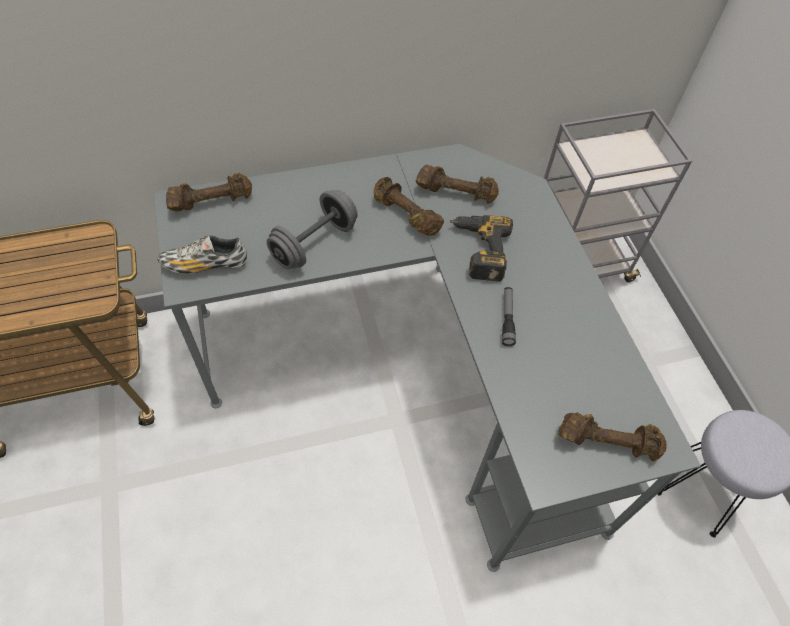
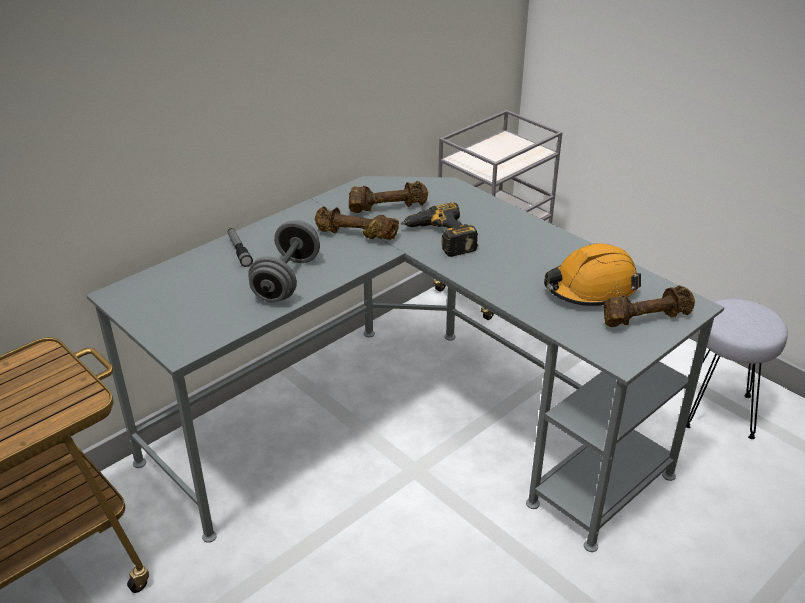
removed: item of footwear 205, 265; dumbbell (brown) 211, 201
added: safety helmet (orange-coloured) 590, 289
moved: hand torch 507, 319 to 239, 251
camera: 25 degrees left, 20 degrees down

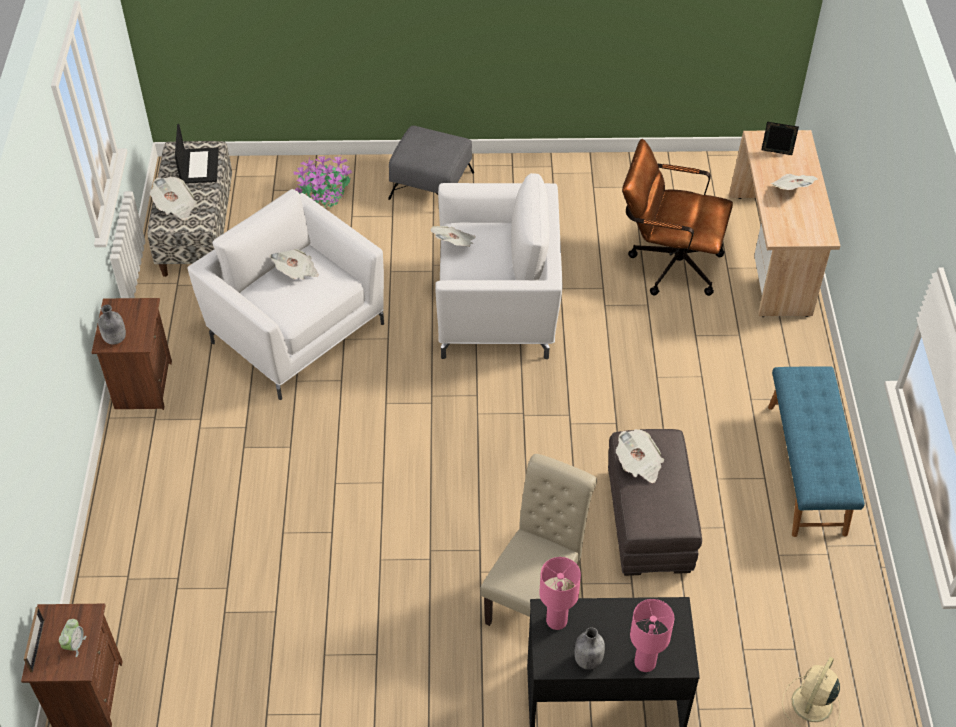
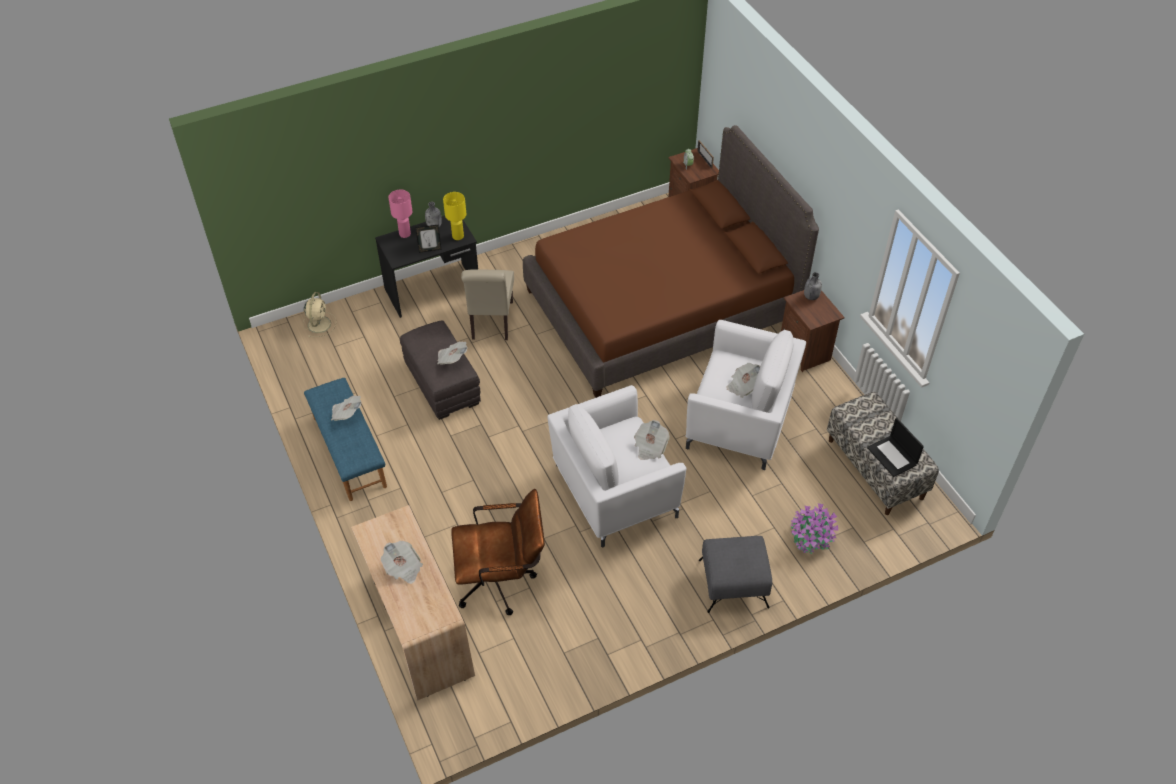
added: bedroom bed (brown) 661, 306
moved: daily paper 175, 207 to 346, 414; photo frame 776, 154 to 430, 249
recoloured: table lamp (pinkish) 557, 621 to table lamp (yellow) 457, 236
camera: 155 degrees right, 0 degrees up

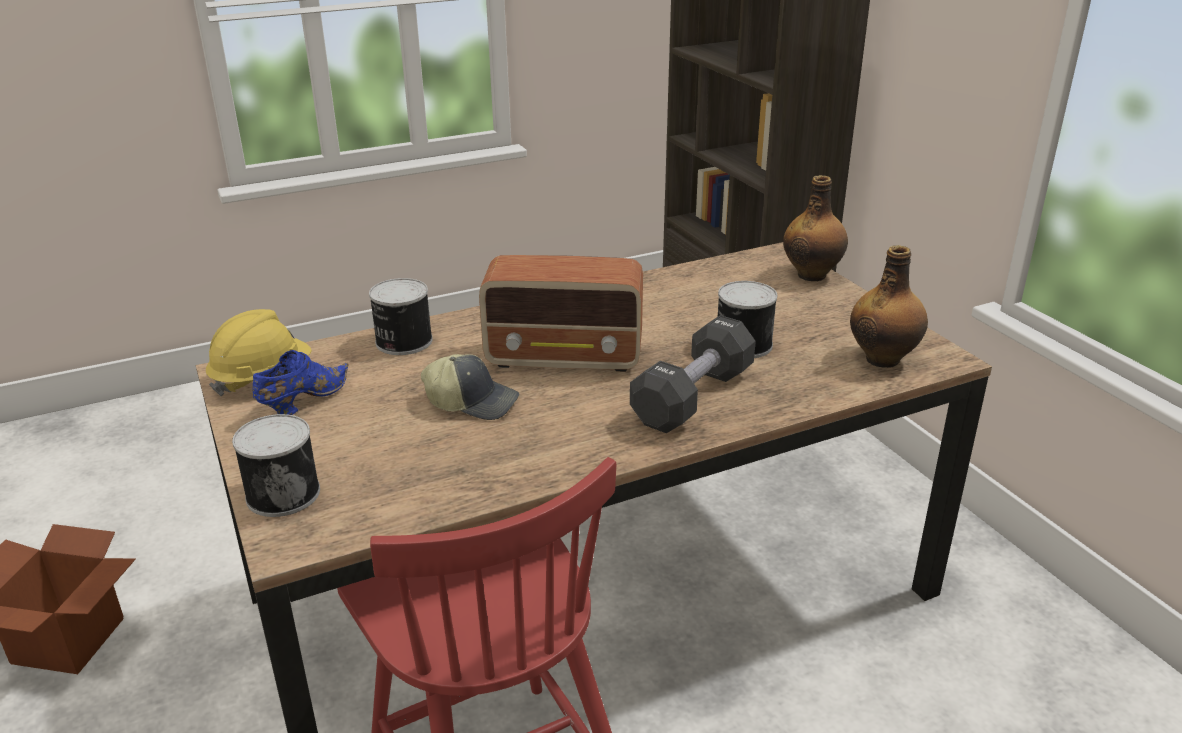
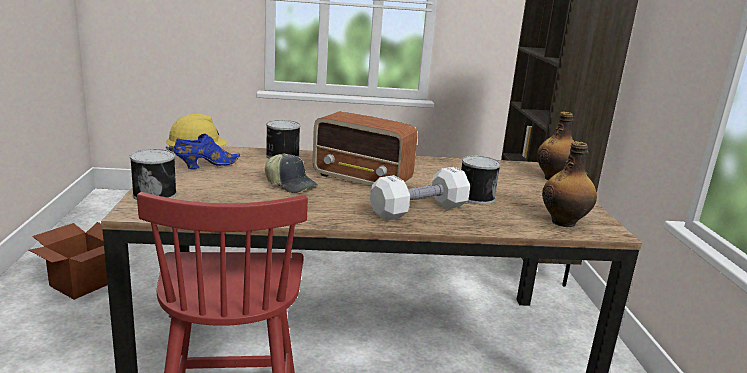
recoloured: dumbbell (black) 693, 397 to dumbbell (whitish) 419, 210
camera: 20 degrees right, 10 degrees down

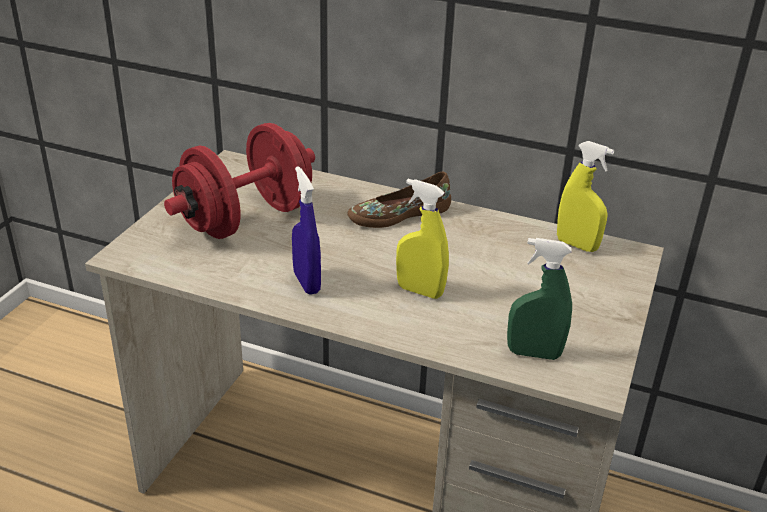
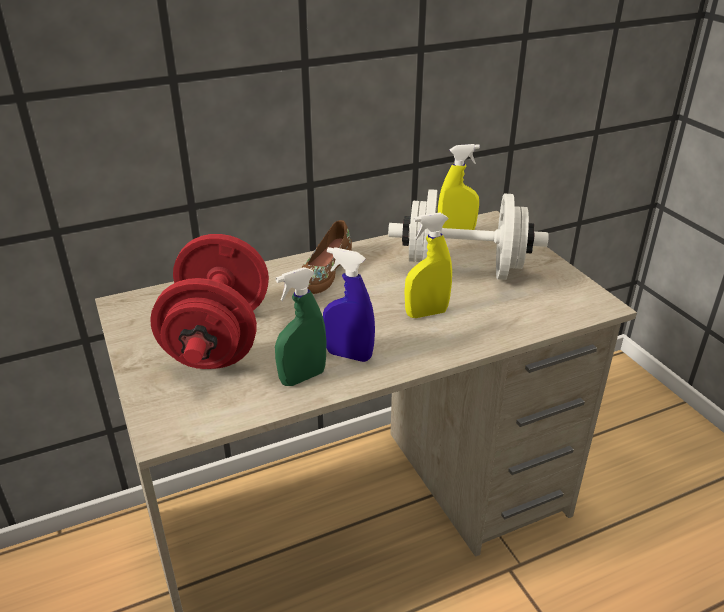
added: dumbbell (whitish) 463, 271
moved: sprayer (greenish) 533, 353 to 302, 377
camera: 45 degrees left, 0 degrees up

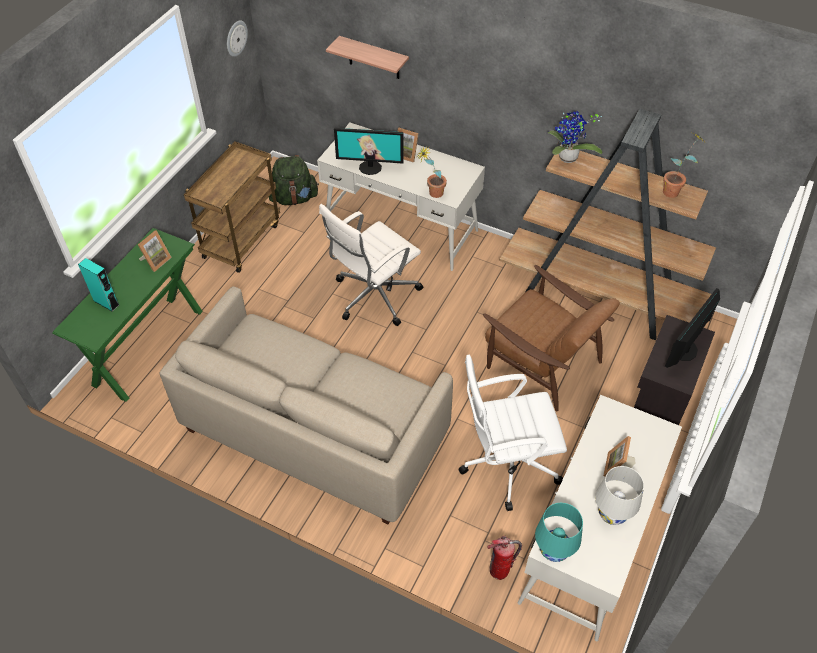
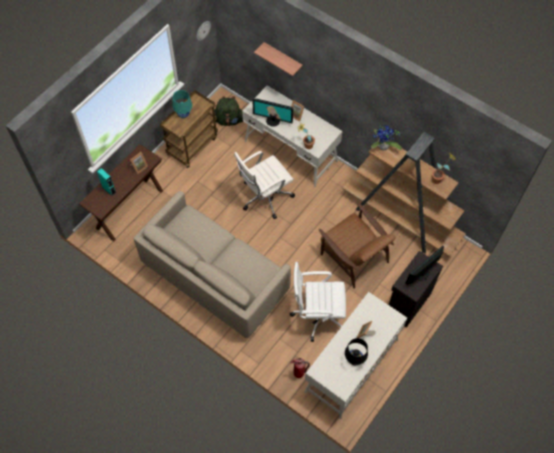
moved: table lamp (blue-green) 553, 550 to 183, 114
recoloured: hall table (greenish) 149, 347 to hall table (brown) 129, 209; table lamp (whitish) 612, 514 to table lamp (black) 354, 359
camera: 10 degrees right, 10 degrees up

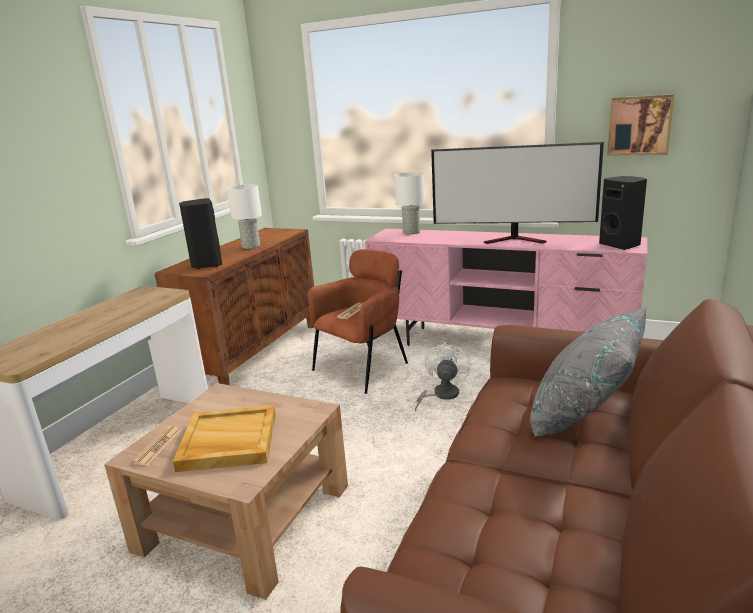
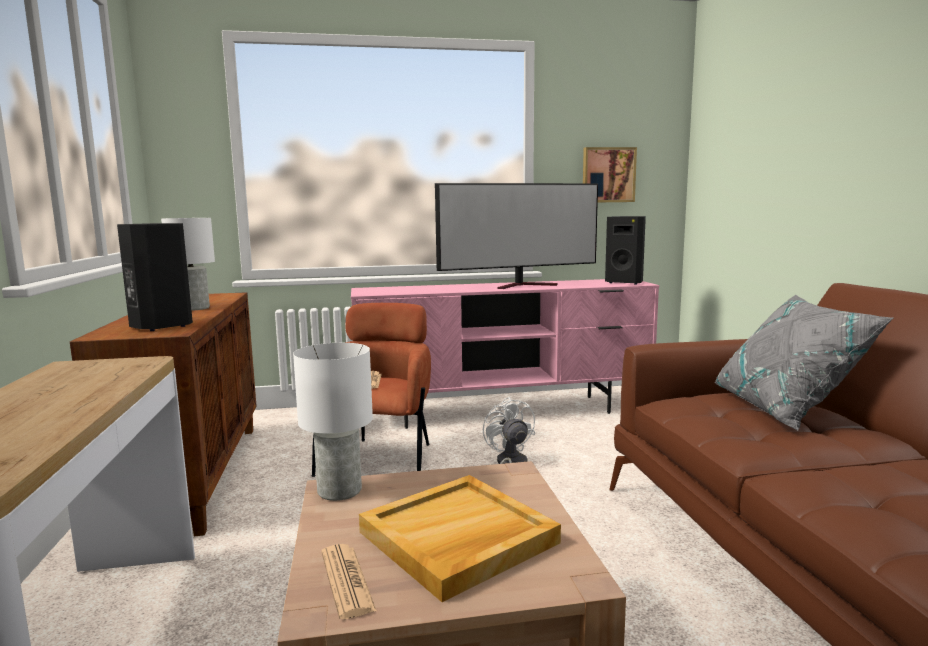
moved: table lamp (whitish) 411, 232 to 338, 491
camera: 35 degrees left, 10 degrees down

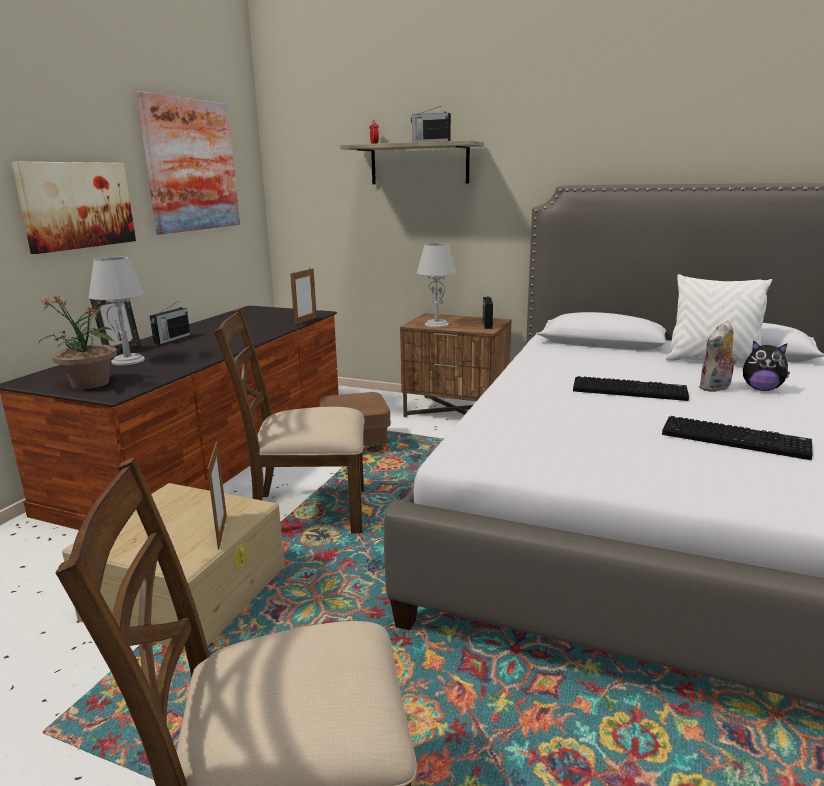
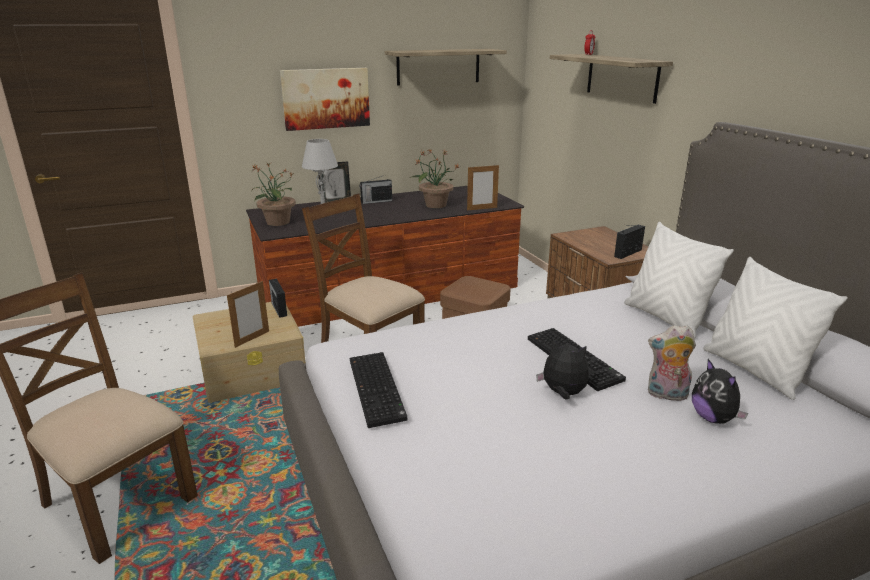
removed: table lamp (greyish) 437, 324
added: plant in a pot 435, 205; plush toy 563, 394; pillow (whitish) 665, 318
moved: radio set 430, 141 to 279, 309; keyboard 736, 439 to 378, 389
replaced: picture 191, 165 to bracket shelf 438, 66
camera: 45 degrees right, 5 degrees up

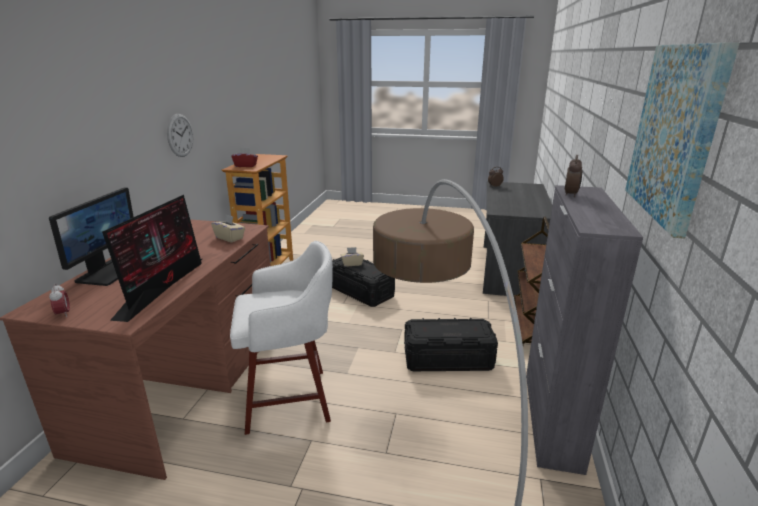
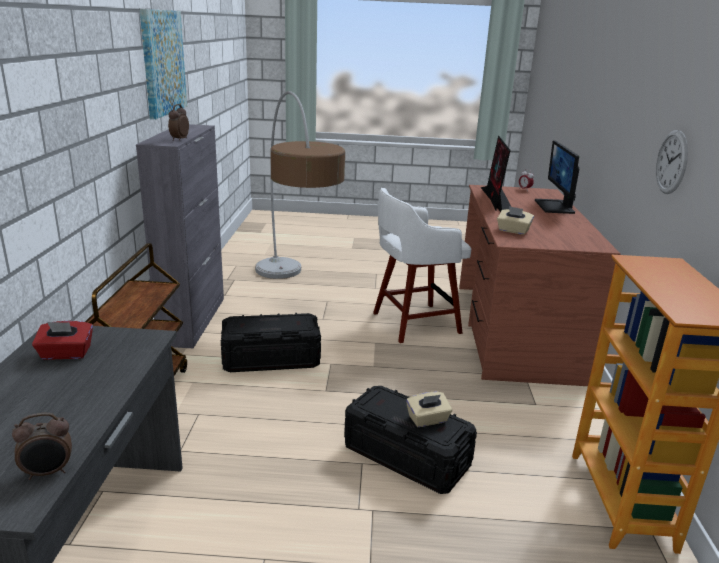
moved: tissue box (reddish) 246, 166 to 66, 354
camera: 170 degrees right, 0 degrees up

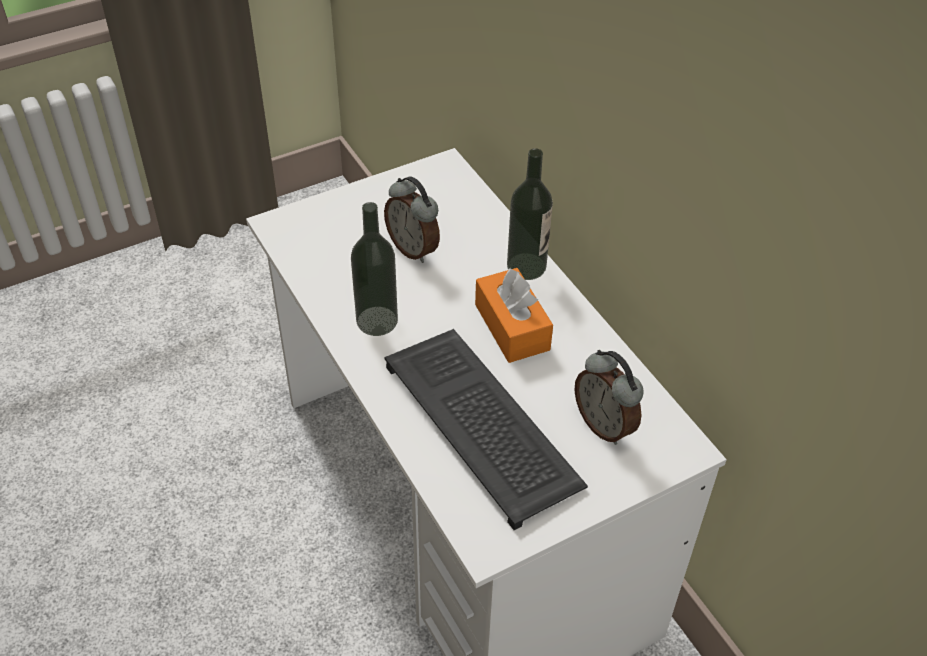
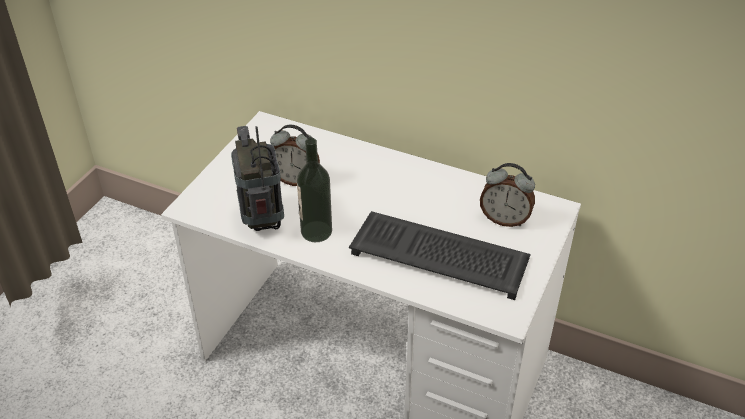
removed: tissue box (orange-coloured) 512, 327; beverage bottle 526, 266
added: radio set 262, 221
camera: 35 degrees left, 5 degrees down

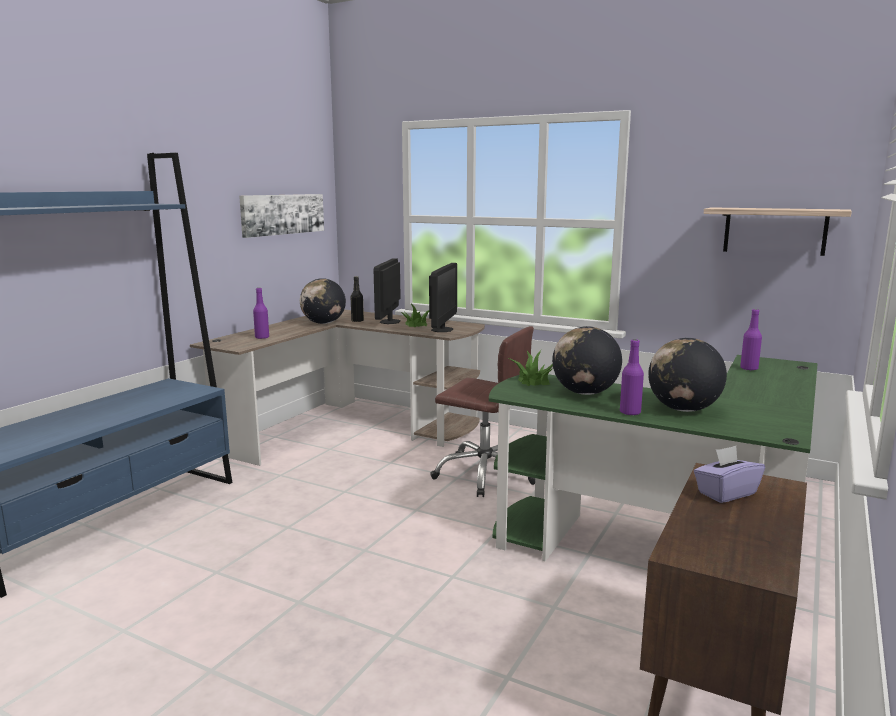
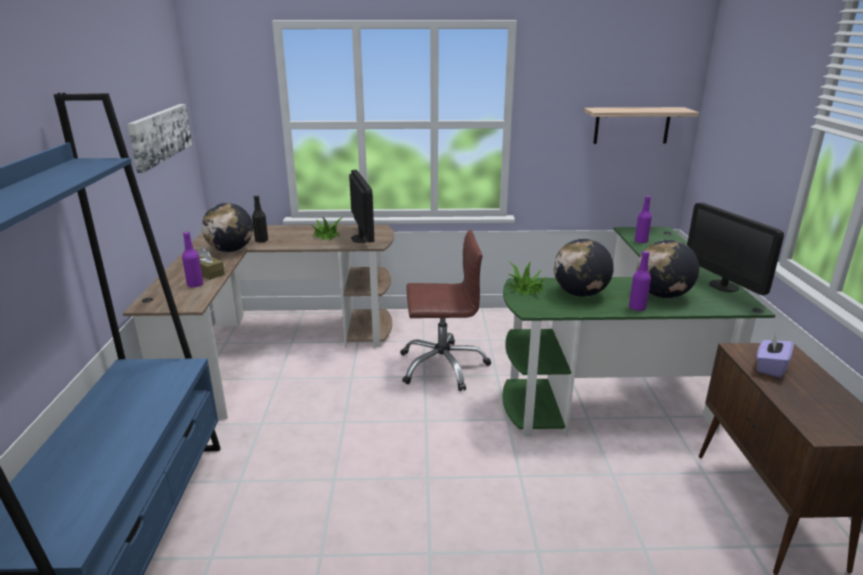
added: tissue box (brown) 208, 273
moved: computer display 390, 321 to 723, 286
camera: 30 degrees left, 10 degrees up

